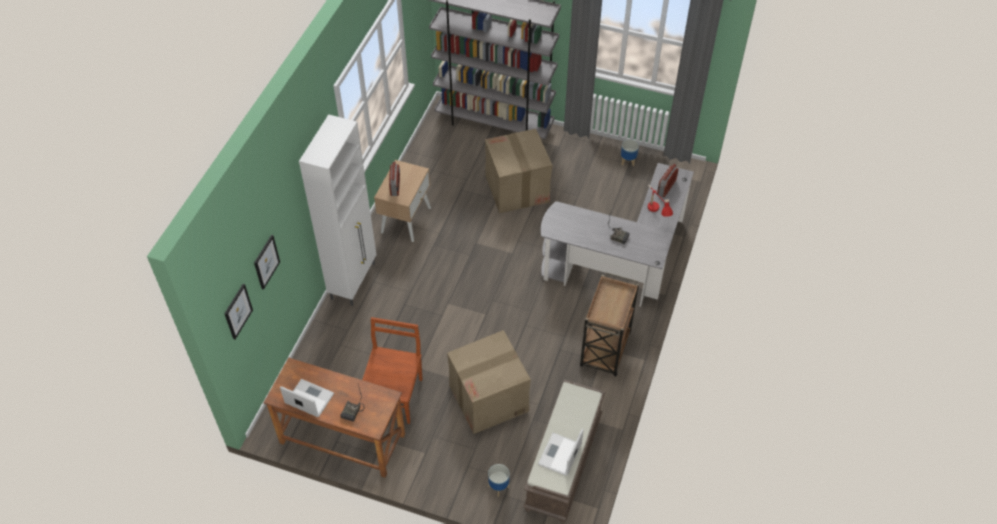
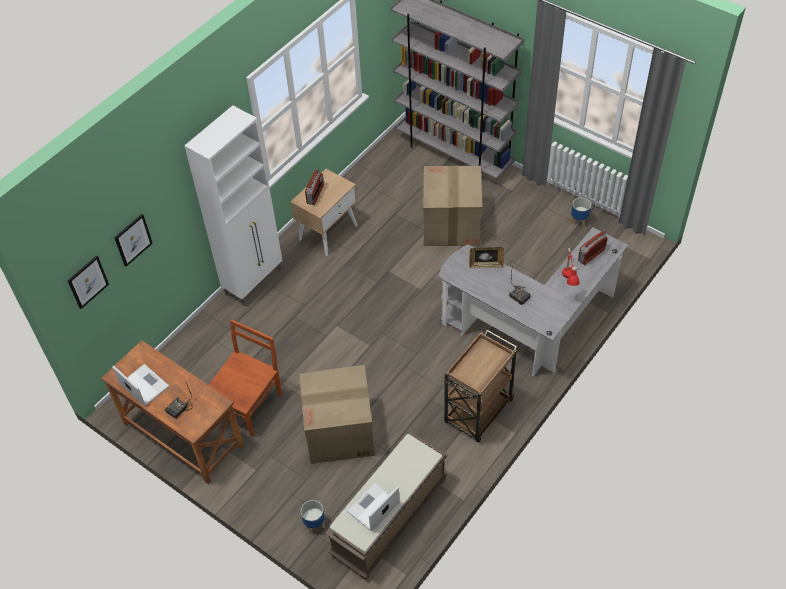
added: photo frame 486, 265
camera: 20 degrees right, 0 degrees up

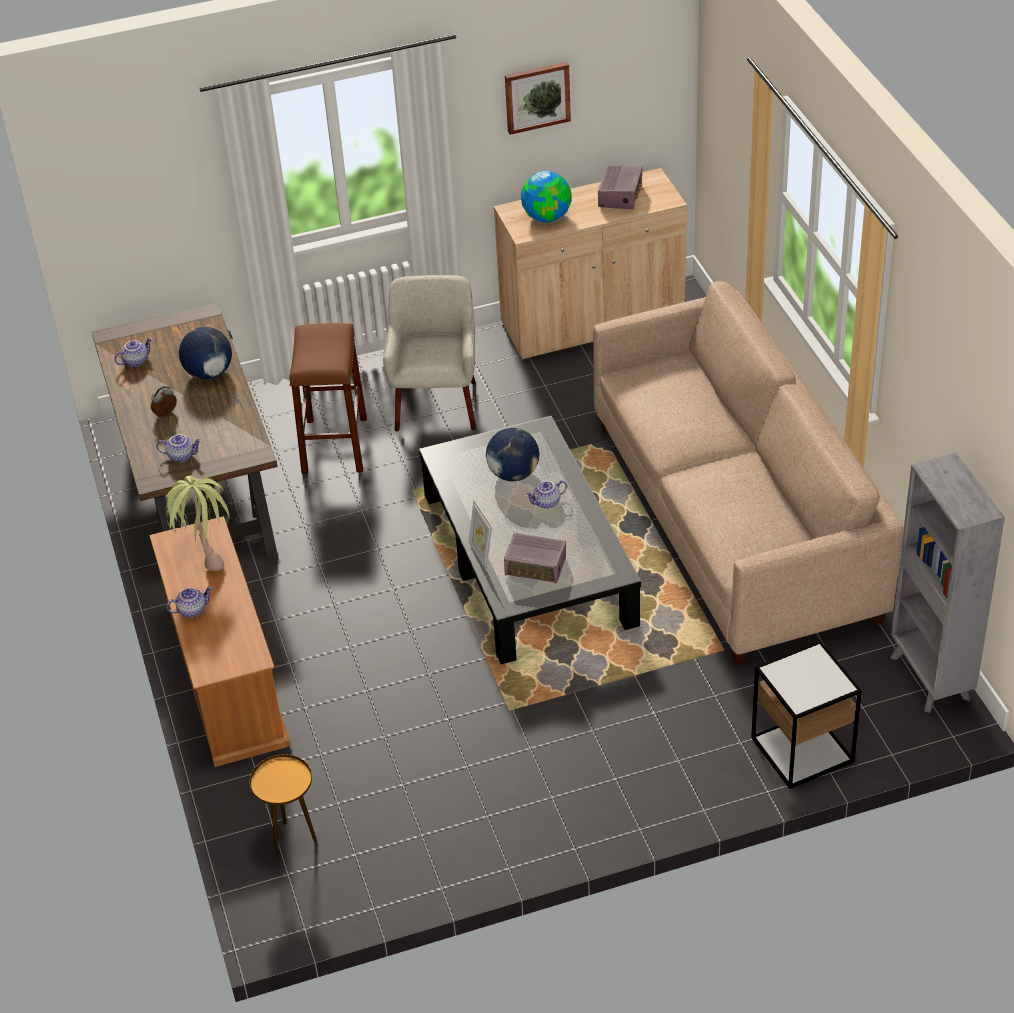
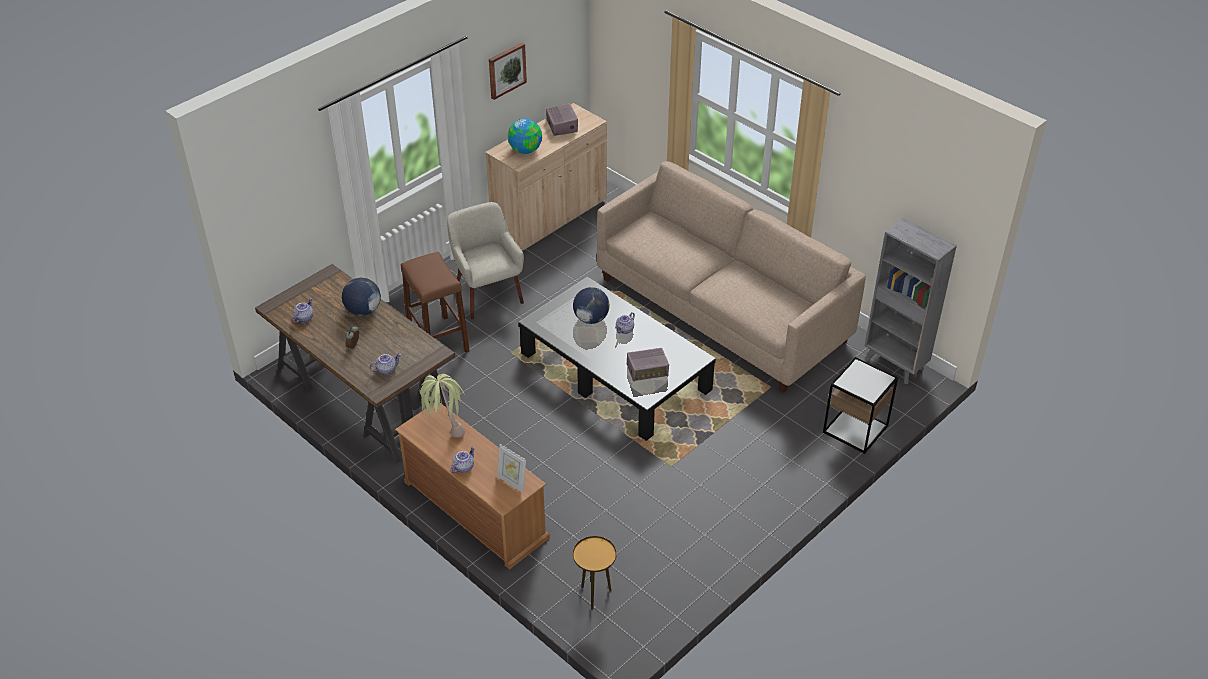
moved: photo frame 481, 554 to 512, 482
camera: 30 degrees left, 0 degrees up

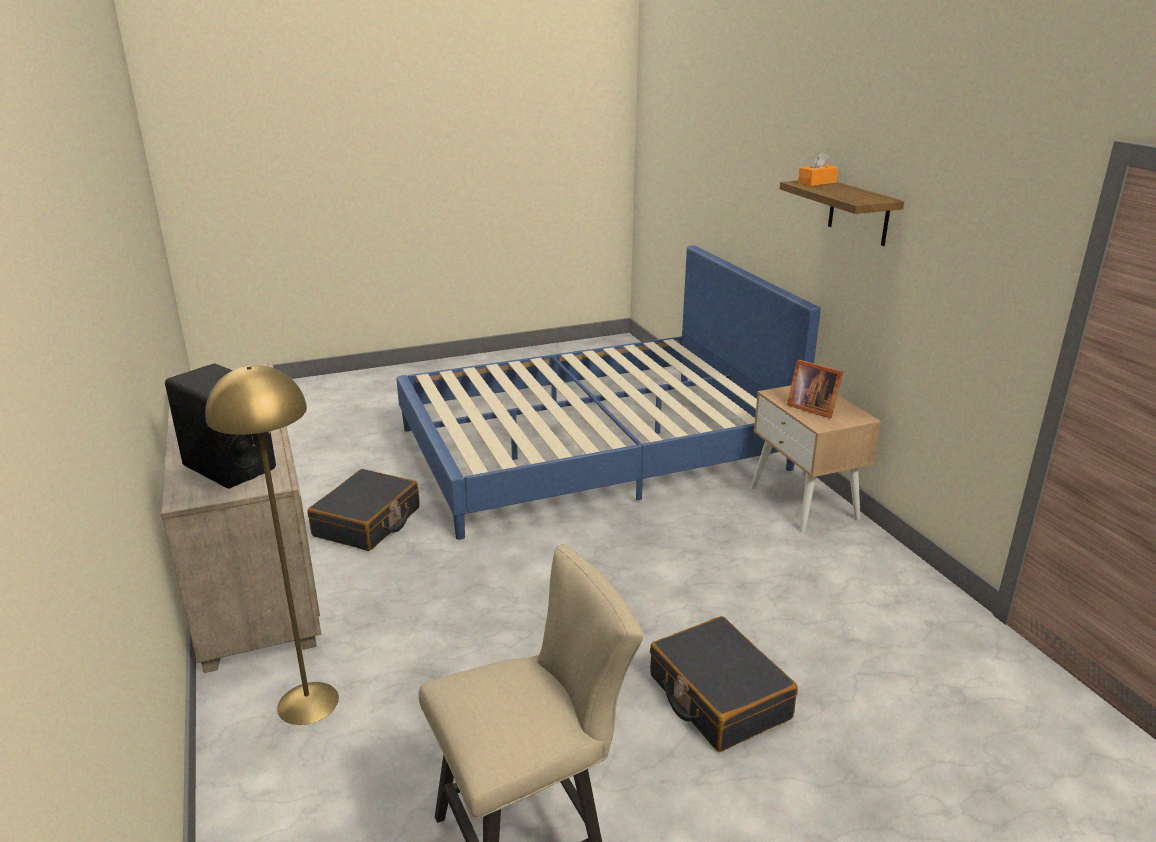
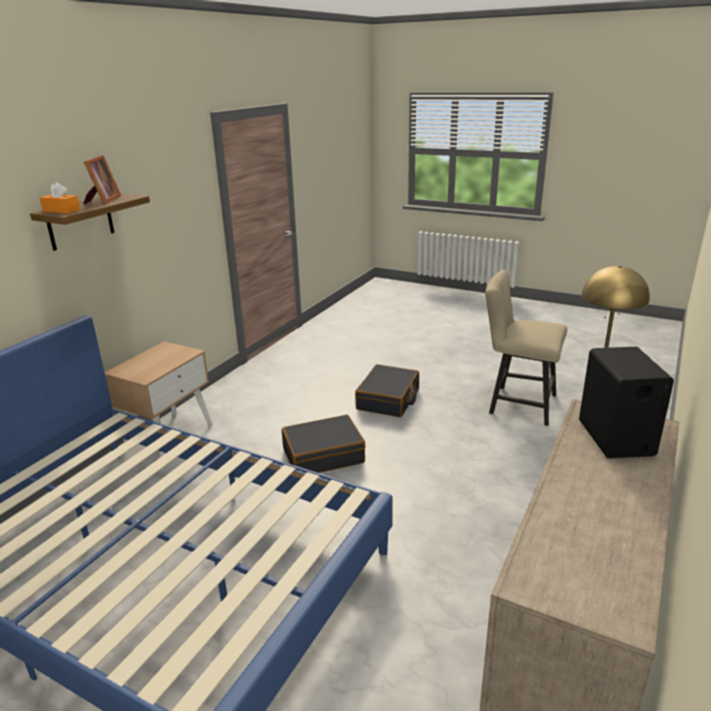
moved: piece of luggage (black) 367, 522 to 323, 455; photo frame 811, 408 to 103, 200
camera: 130 degrees left, 0 degrees up

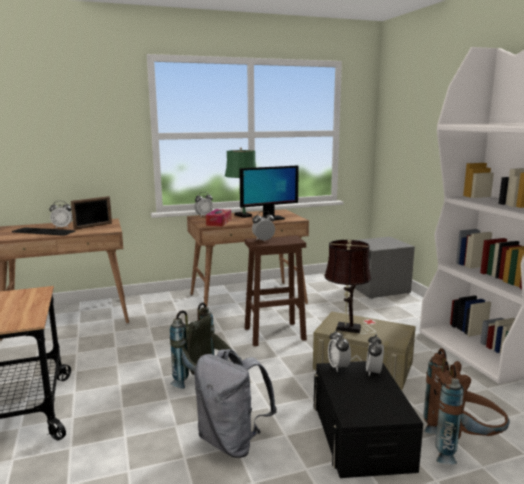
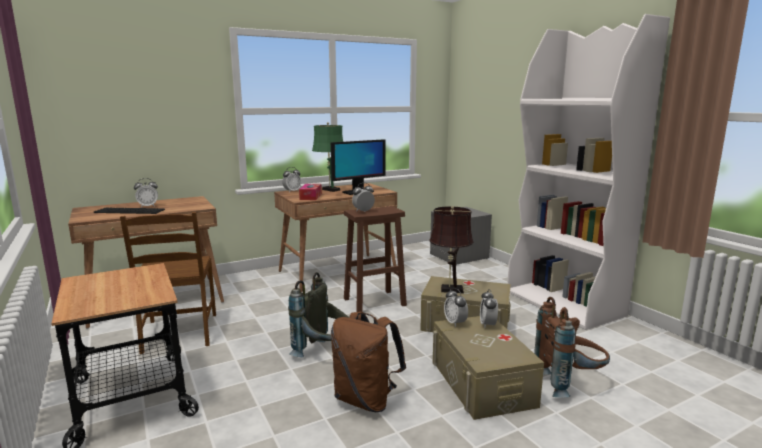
removed: photo frame 93, 226
added: plain chair (brown) 180, 333
recoloured: rucksack (greyish) 232, 442 to rucksack (brown) 366, 400; storage box (black) 361, 435 to storage box (beige-coloured) 482, 382
camera: 10 degrees left, 0 degrees up

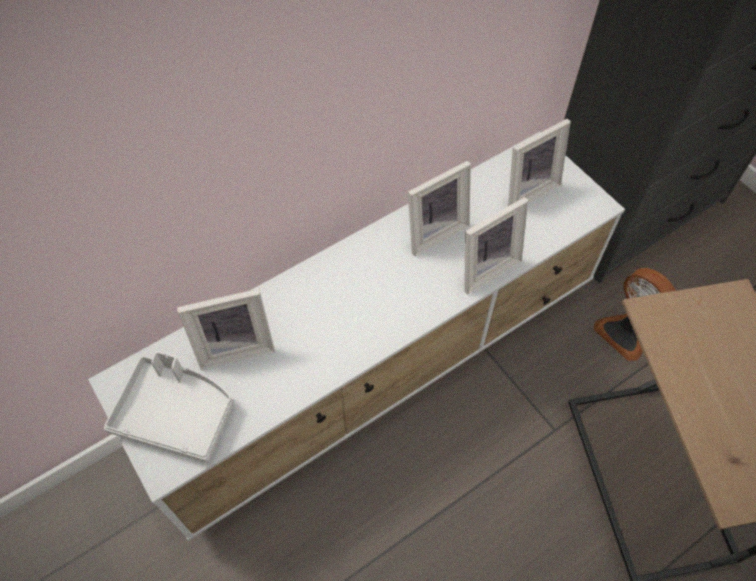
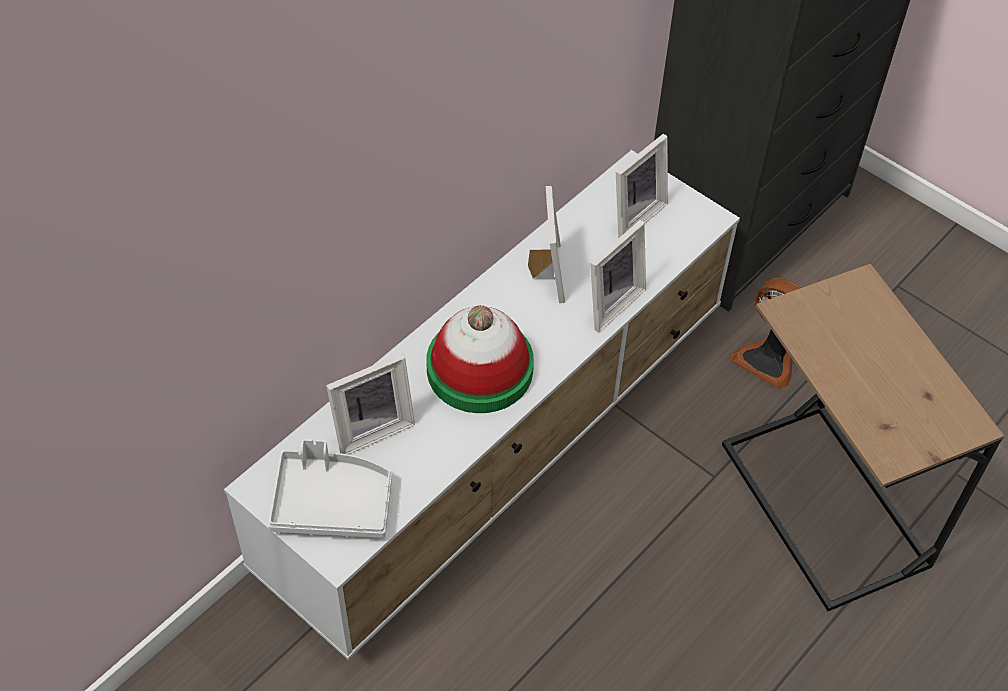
added: wearable hat 480, 369
turned: photo frame 433, 231 = 545, 275 45 degrees counterclockwise
camera: 15 degrees left, 5 degrees down

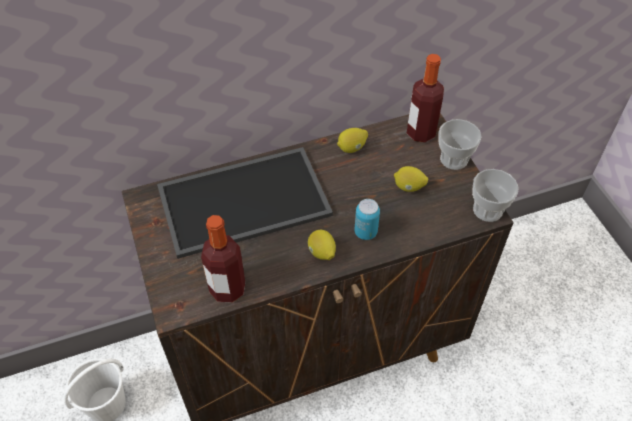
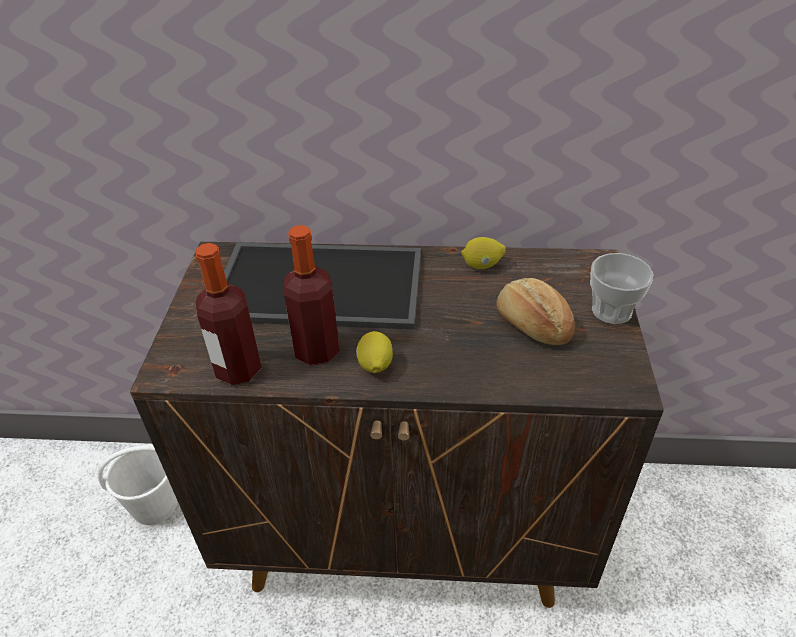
removed: can 365, 232; small cup 487, 210
moved: beverage bottle 421, 132 to 317, 351
replaced: citrus fruit 409, 187 to bakery bread 532, 325
camera: 25 degrees right, 10 degrees down

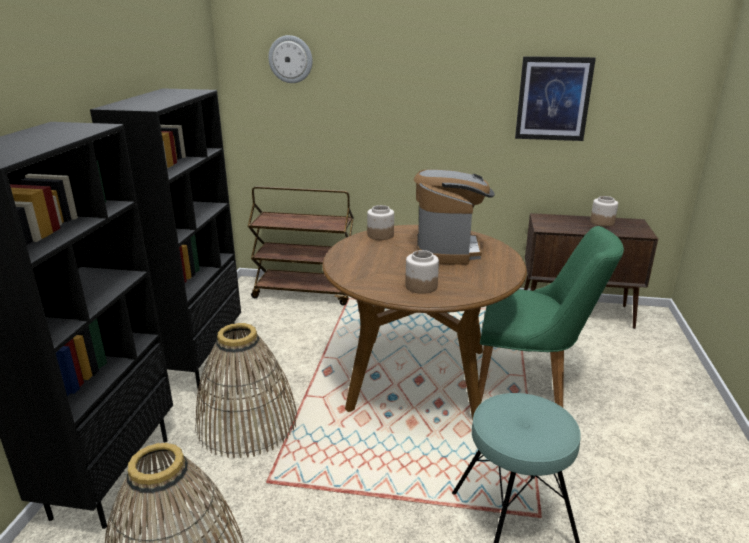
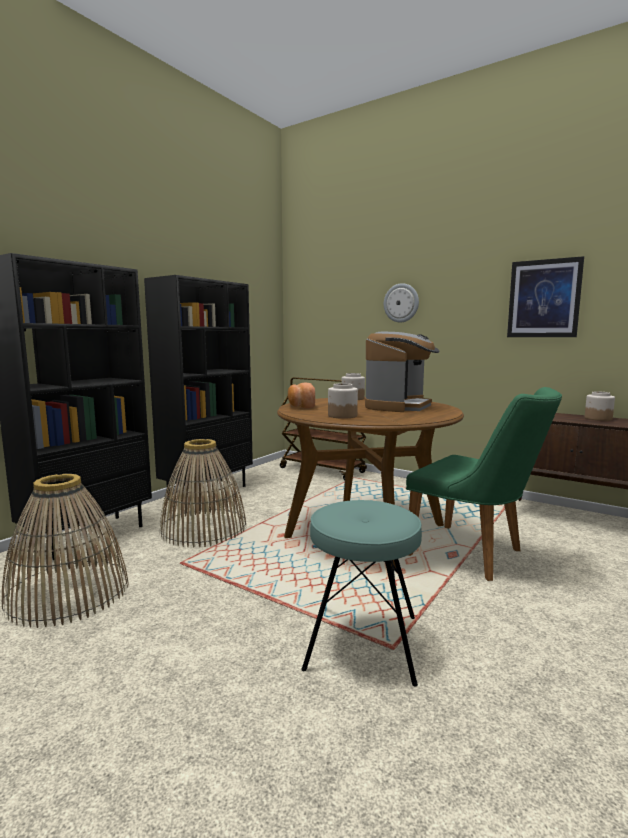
added: bakery bread 300, 406
moved: clock on the wall 290, 59 to 401, 303
camera: 25 degrees right, 15 degrees down

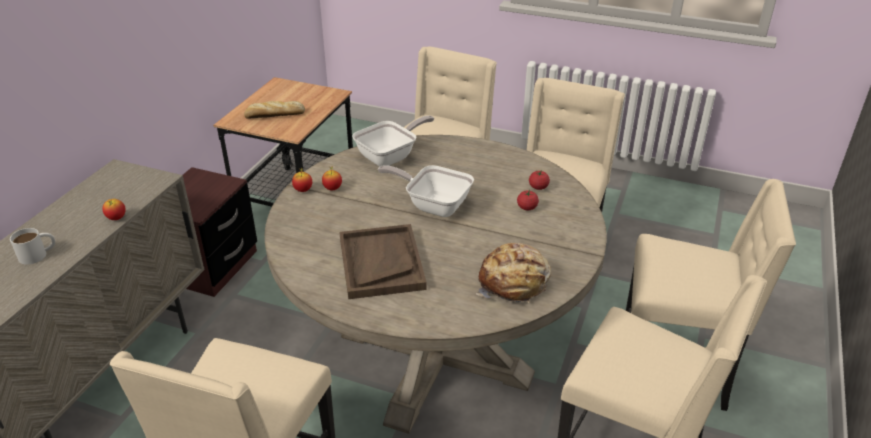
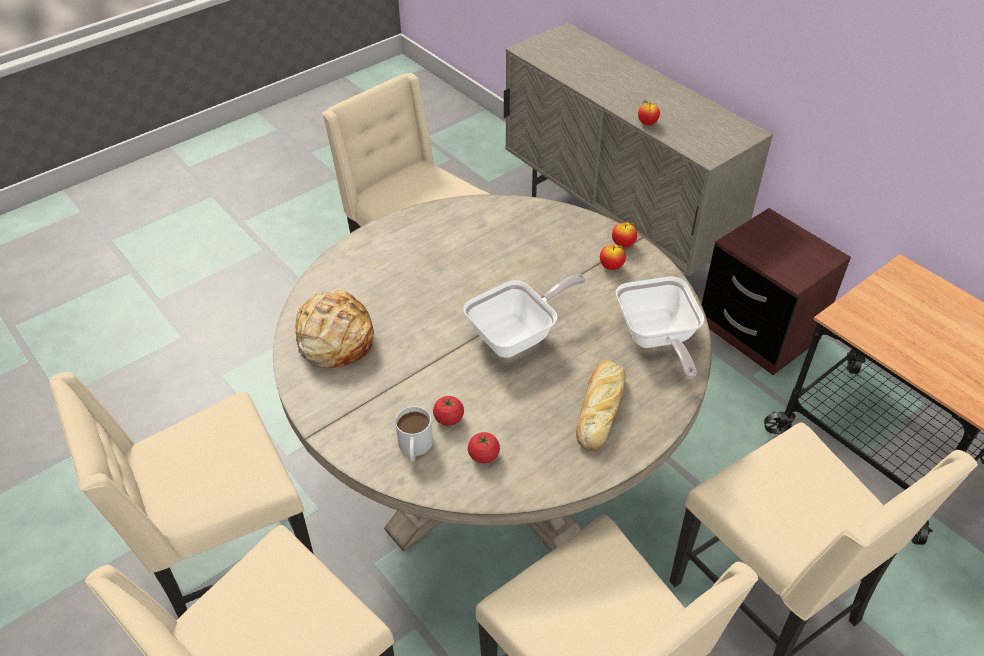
removed: carrying tray (brown) 381, 263
moved: tea mug (whitish) 38, 254 to 414, 448; bakery bread 273, 115 to 600, 407
camera: 120 degrees right, 10 degrees up

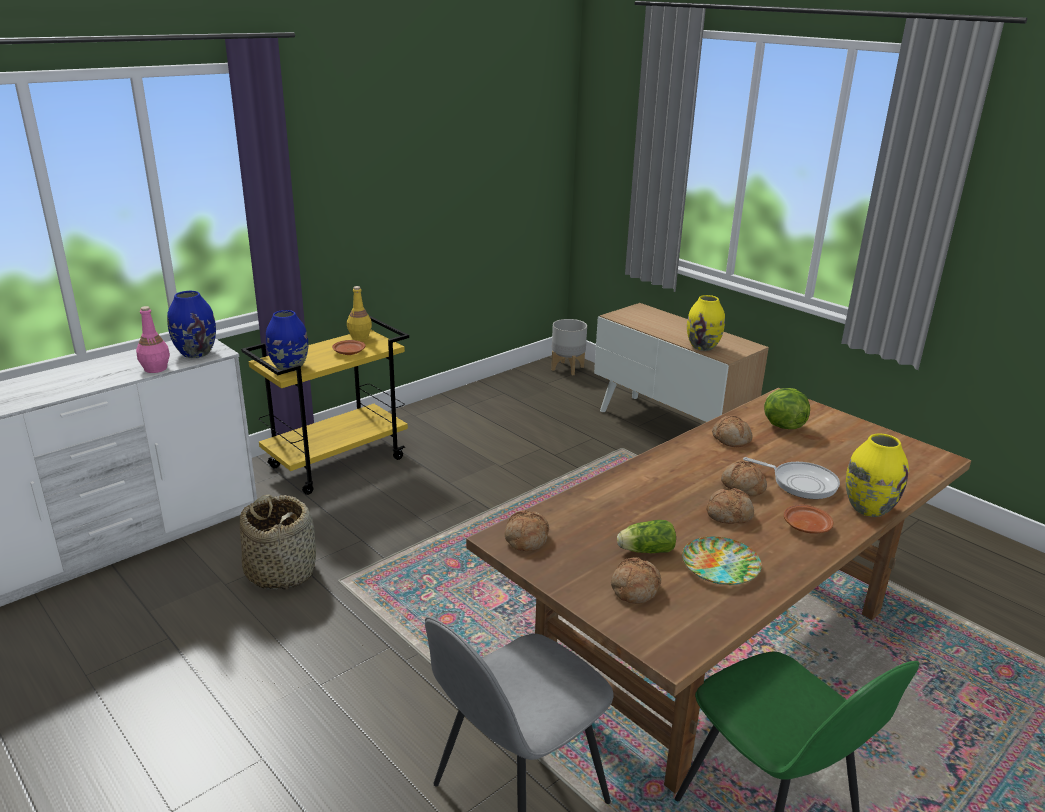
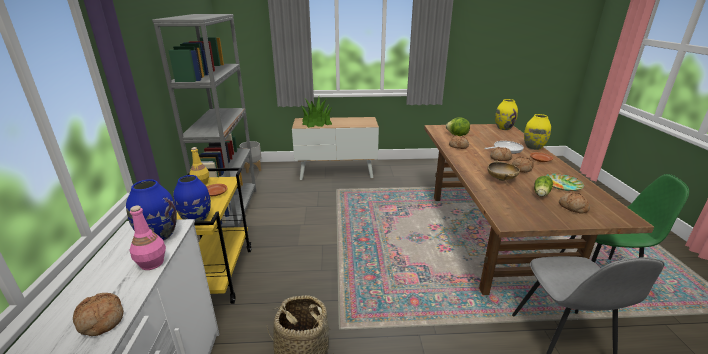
added: bookshelf (greyish) 231, 210; plant in a pot 316, 122; bowl (beige-coloured) 501, 179
moved: bakery bread 525, 538 to 100, 320; flower vase (yellow) 703, 347 to 503, 128
camera: 50 degrees left, 0 degrees up

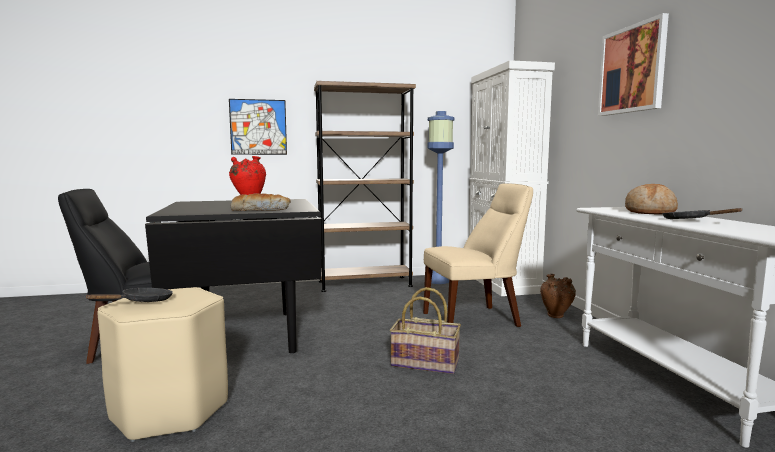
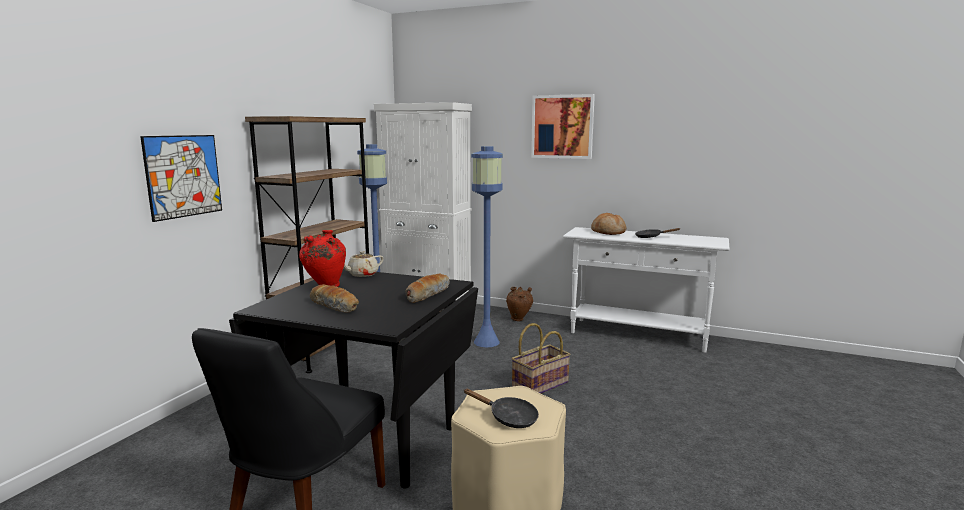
added: bakery bread 335, 306; teapot (beige-coloured) 362, 274
replaced: plain chair (beige-coloured) 475, 319 to standard lamp (blue-coloured) 487, 342
turned: skillet (black) 142, 302 = 509, 418 135 degrees clockwise
camera: 55 degrees left, 5 degrees up

